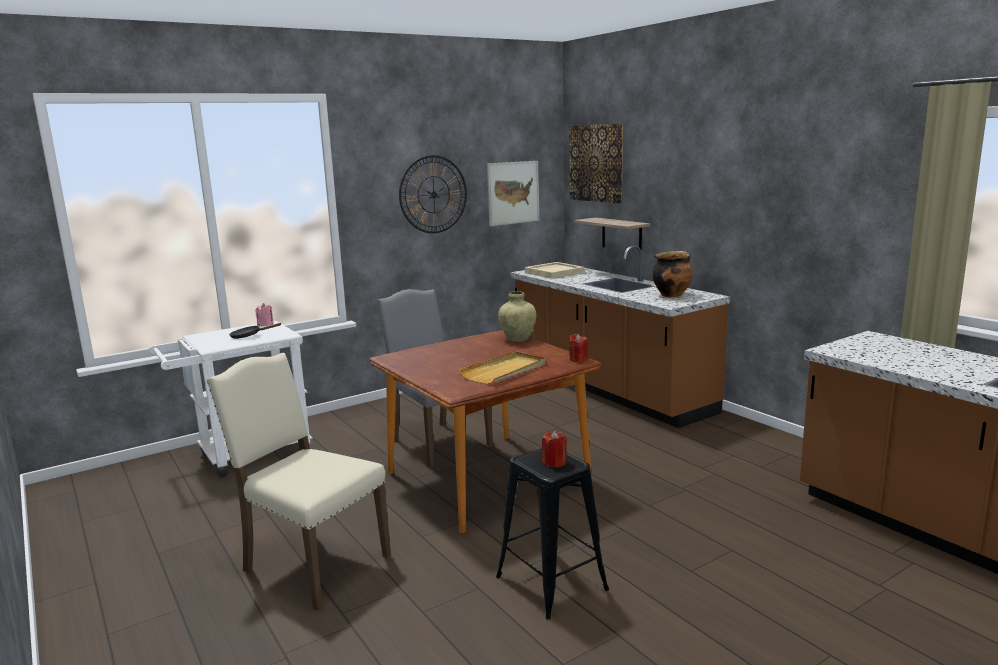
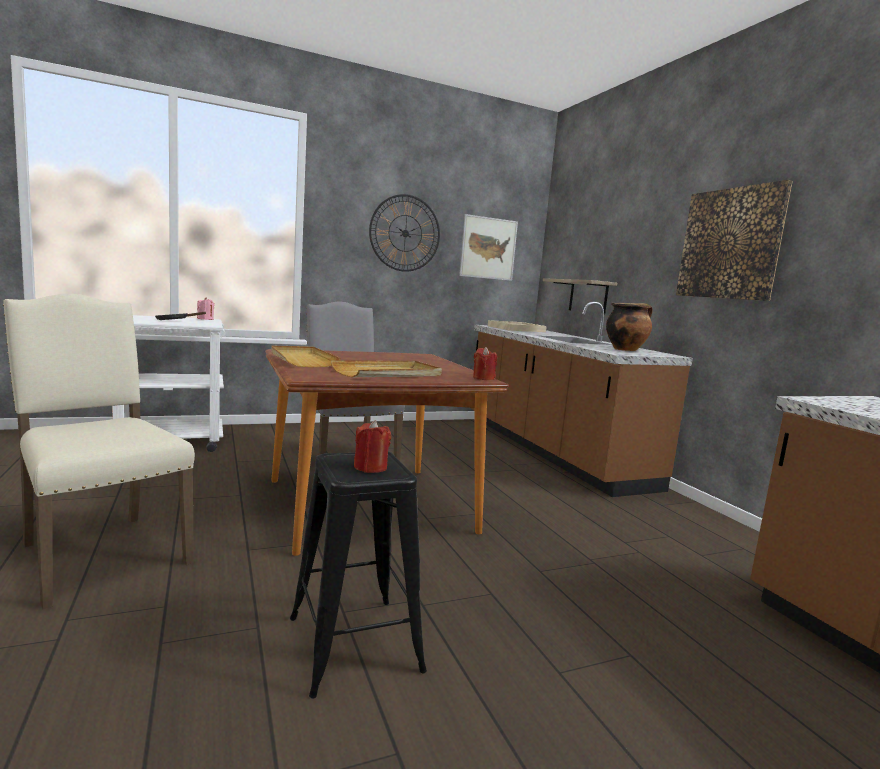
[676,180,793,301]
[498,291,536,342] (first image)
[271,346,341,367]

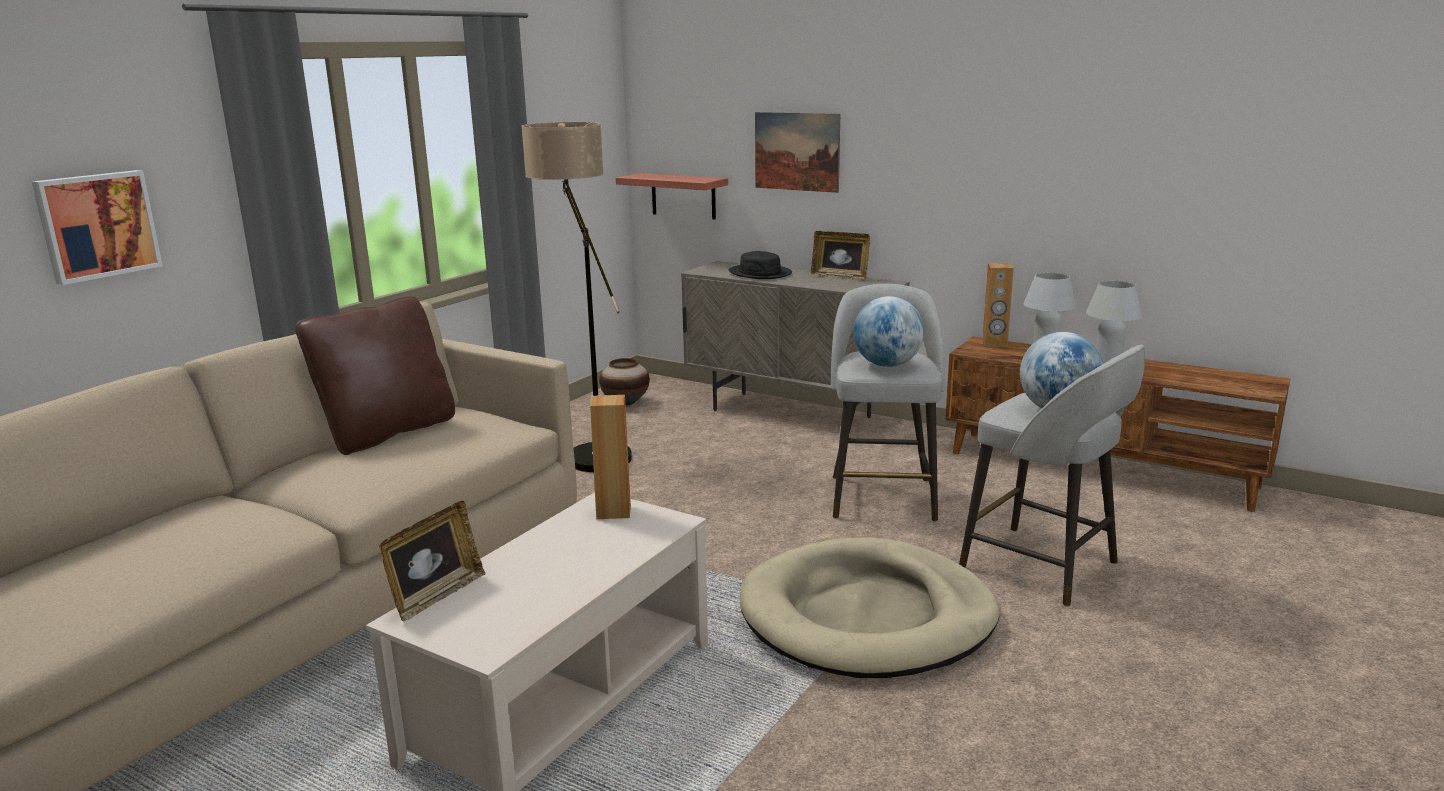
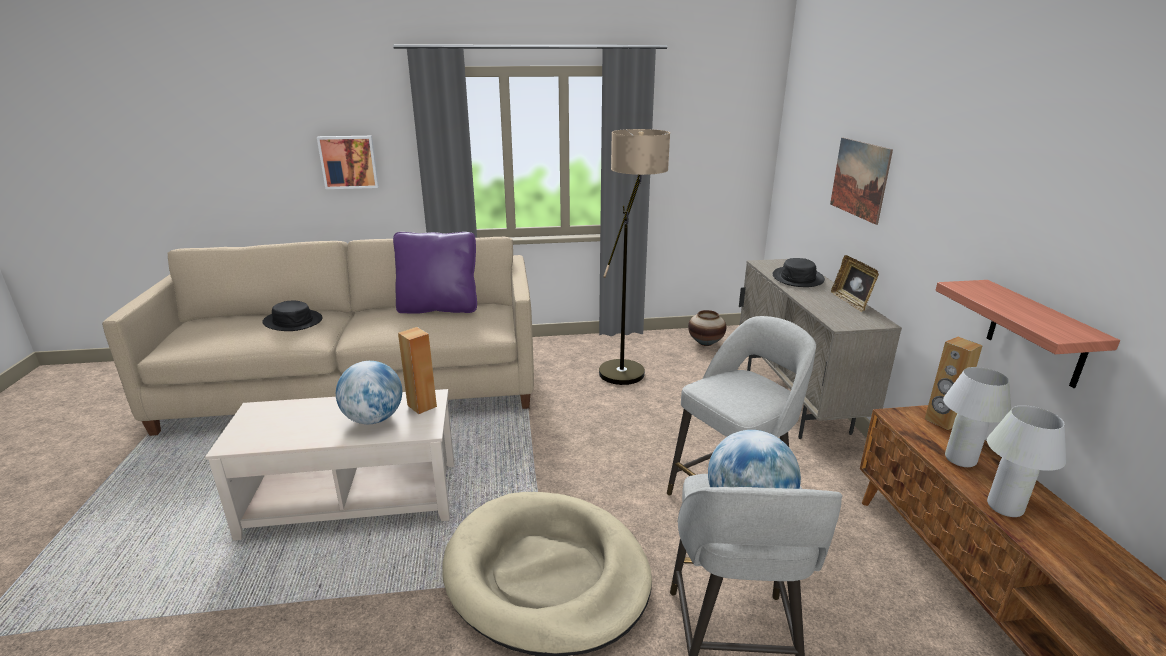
[935,280,1120,388]
[393,232,477,314]
[336,361,402,424]
[379,501,486,621] (first image)
[262,301,323,331]

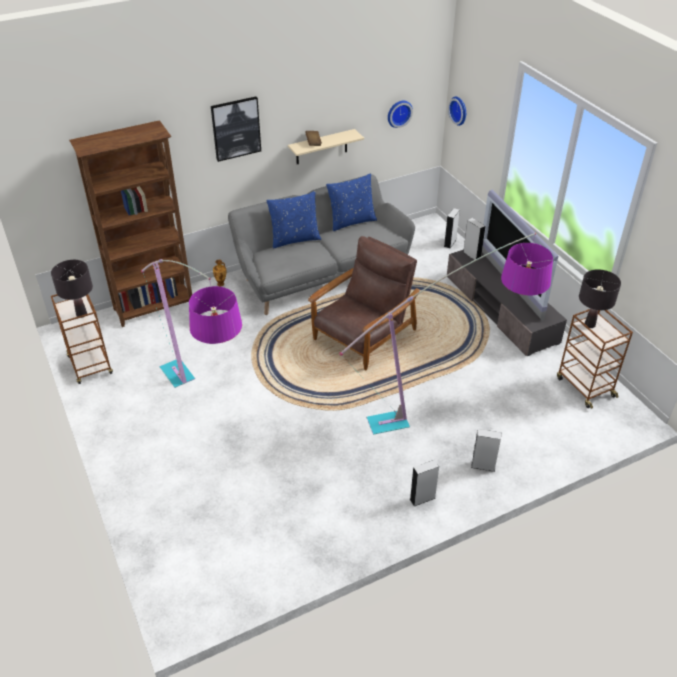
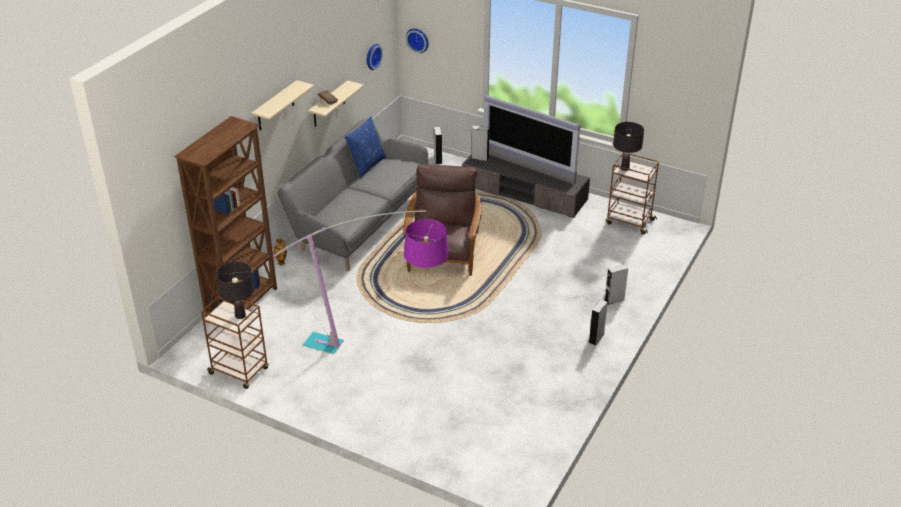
[251,80,314,130]
[266,191,321,249] (first image)
[339,233,553,435] (first image)

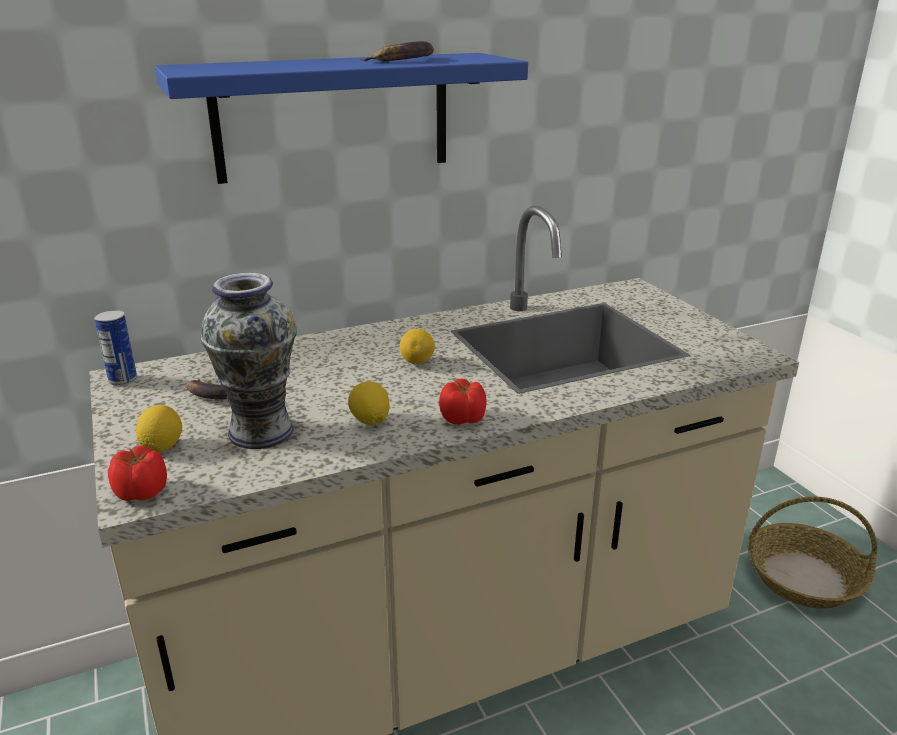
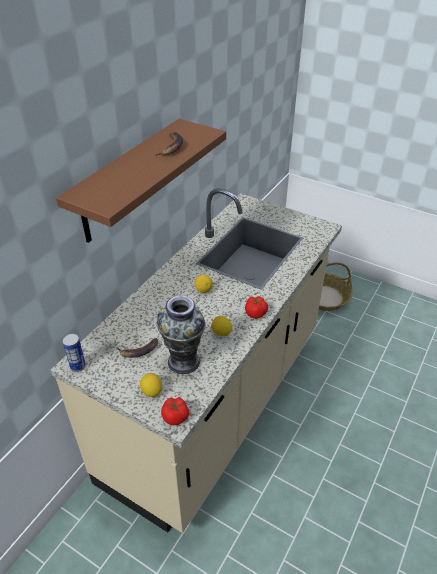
[56,119,226,243]

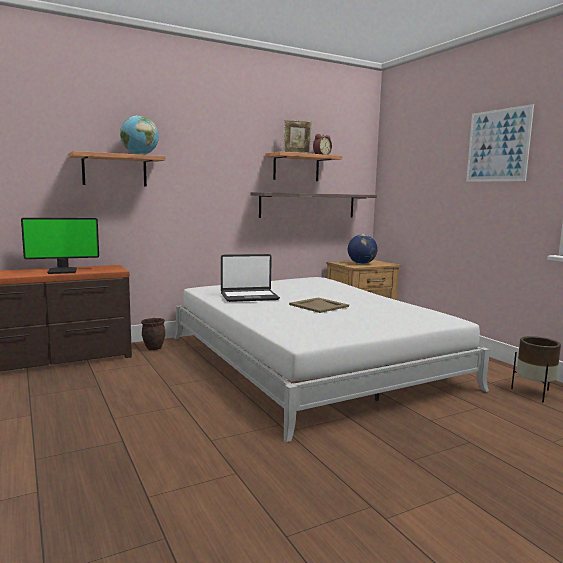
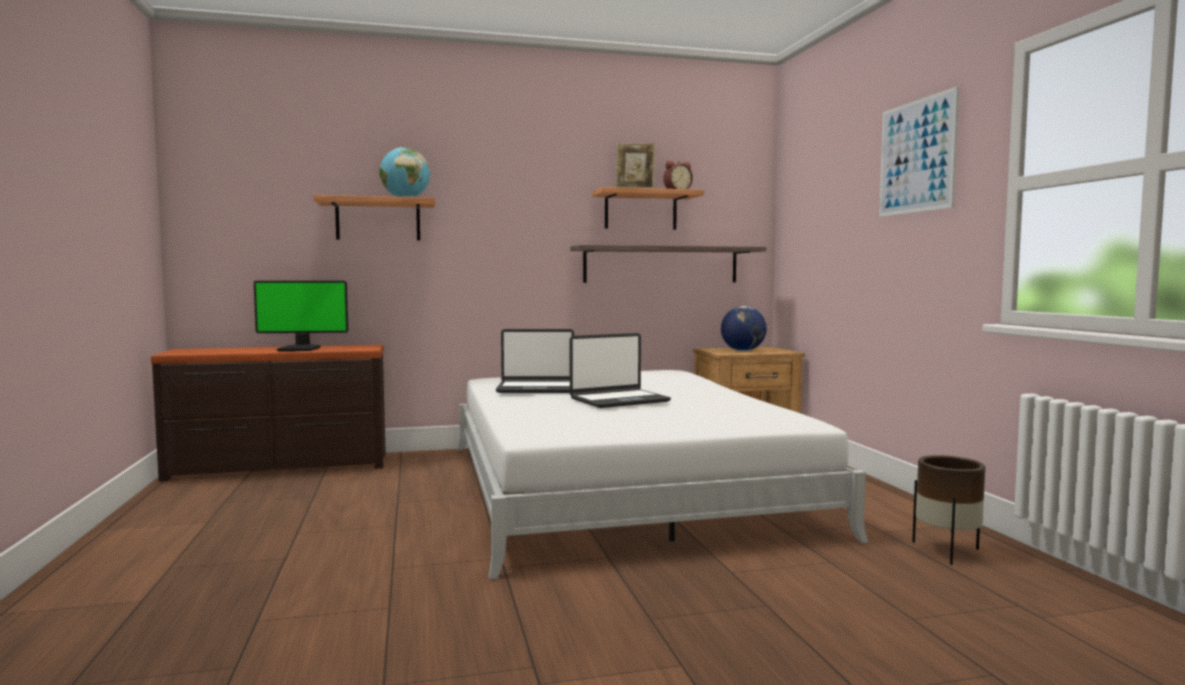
[570,333,671,408]
[141,318,165,350] (first image)

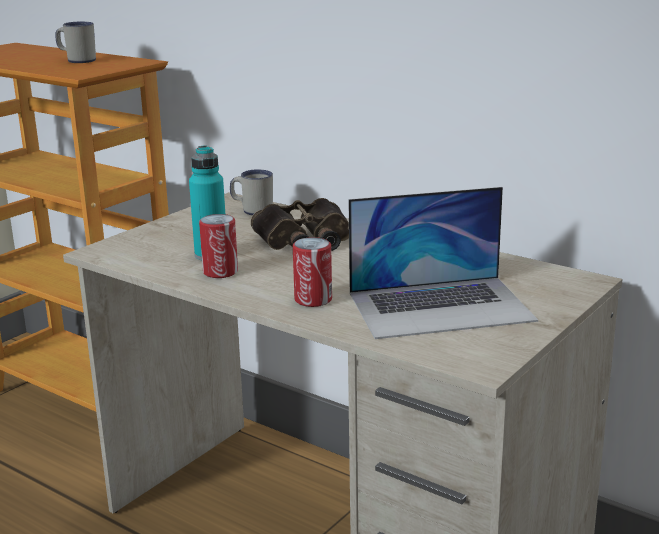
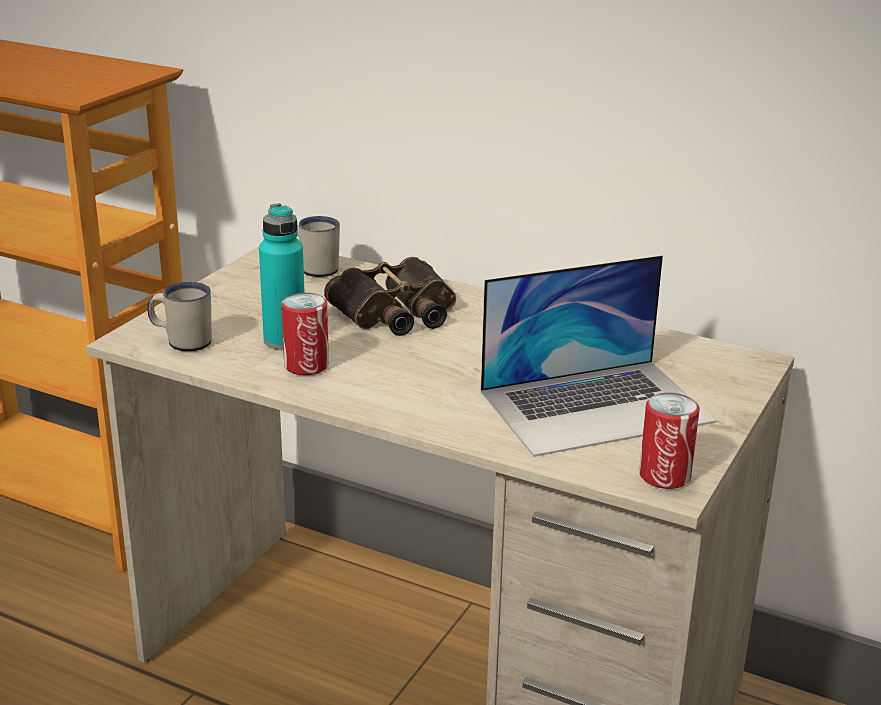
[147,282,212,351]
[639,393,700,489]

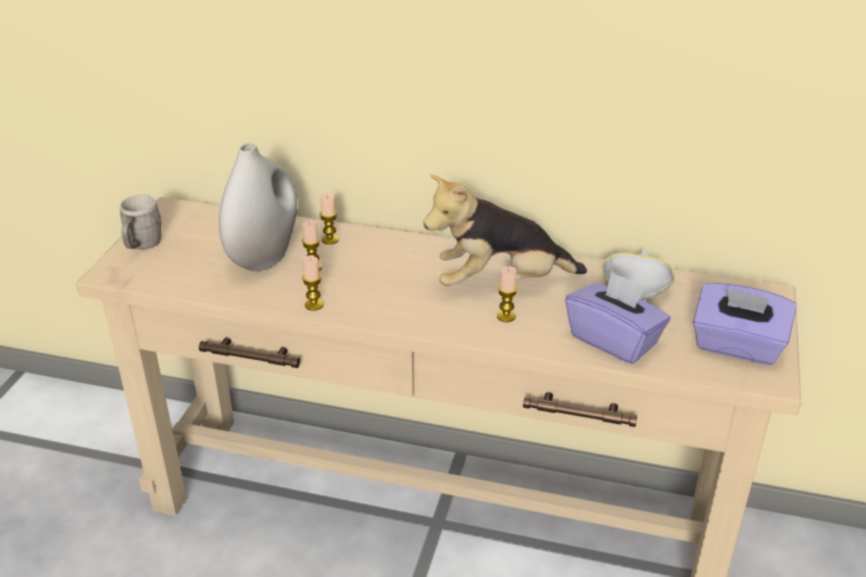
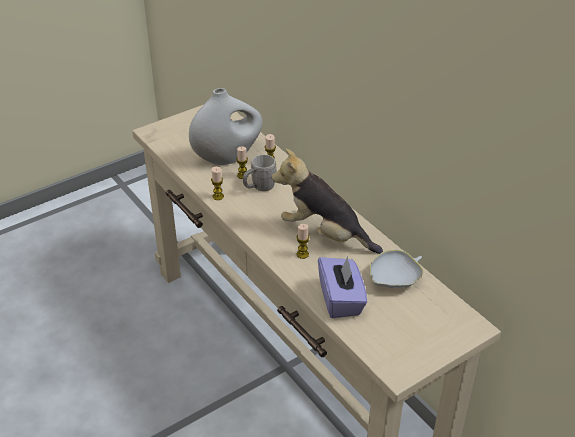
[243,154,277,191]
[693,283,797,365] (first image)

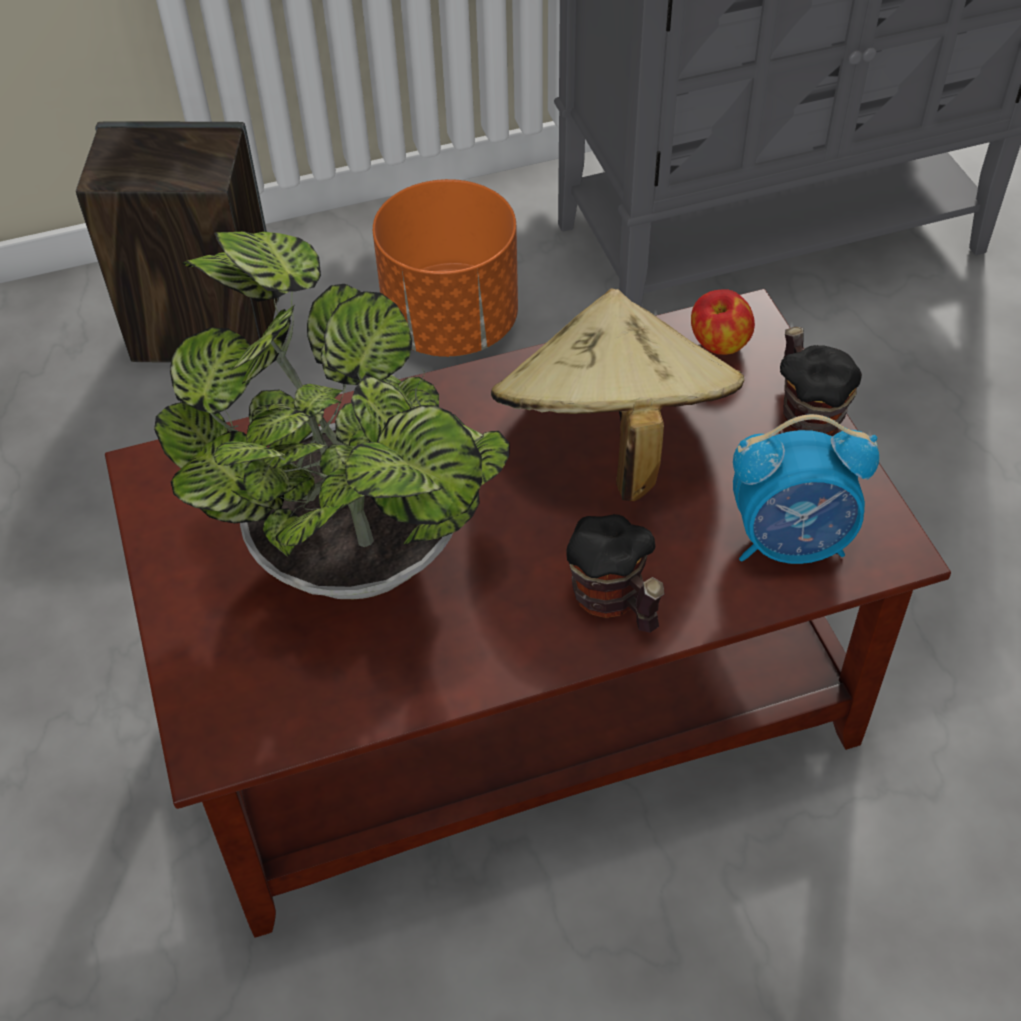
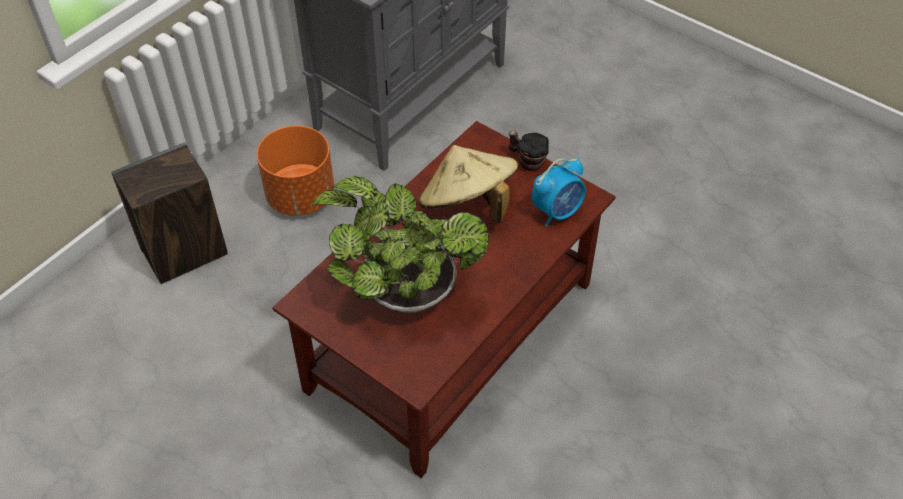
[691,289,755,355] (first image)
[566,514,665,633] (first image)

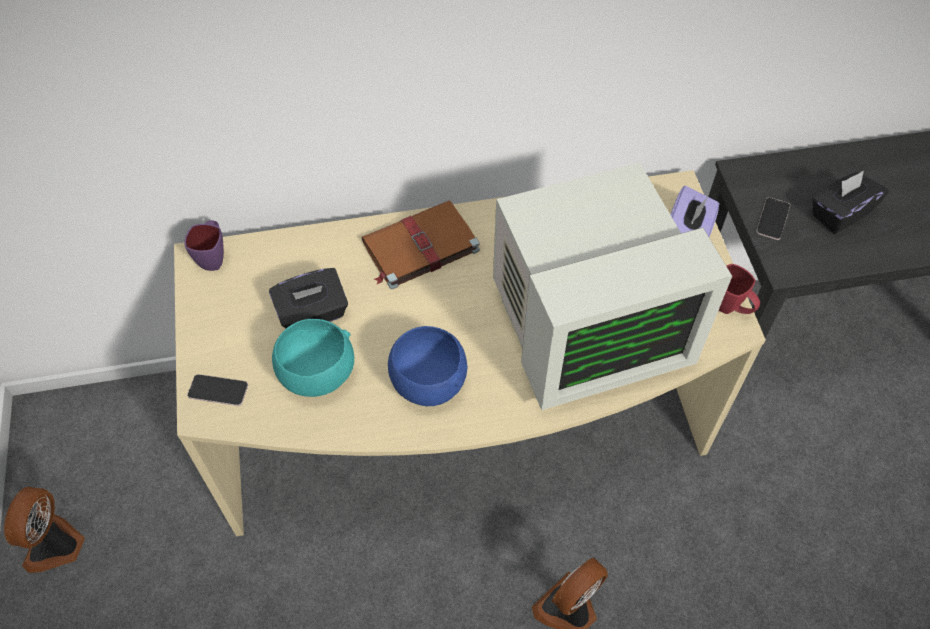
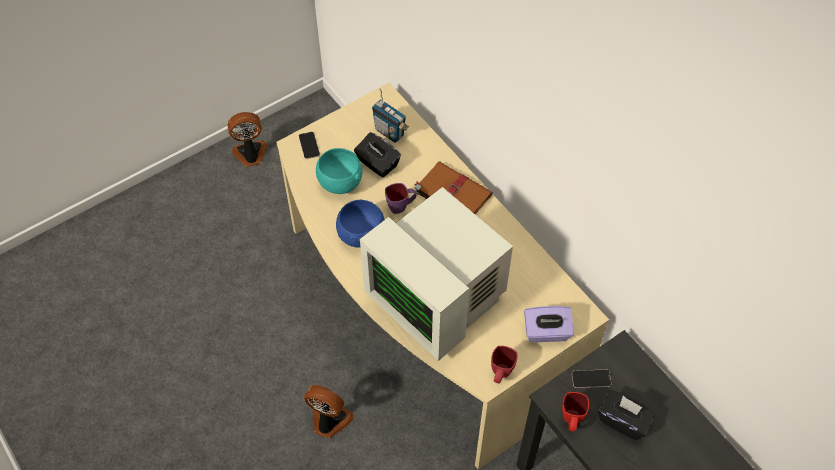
[385,183,417,214]
[372,88,409,143]
[562,392,589,431]

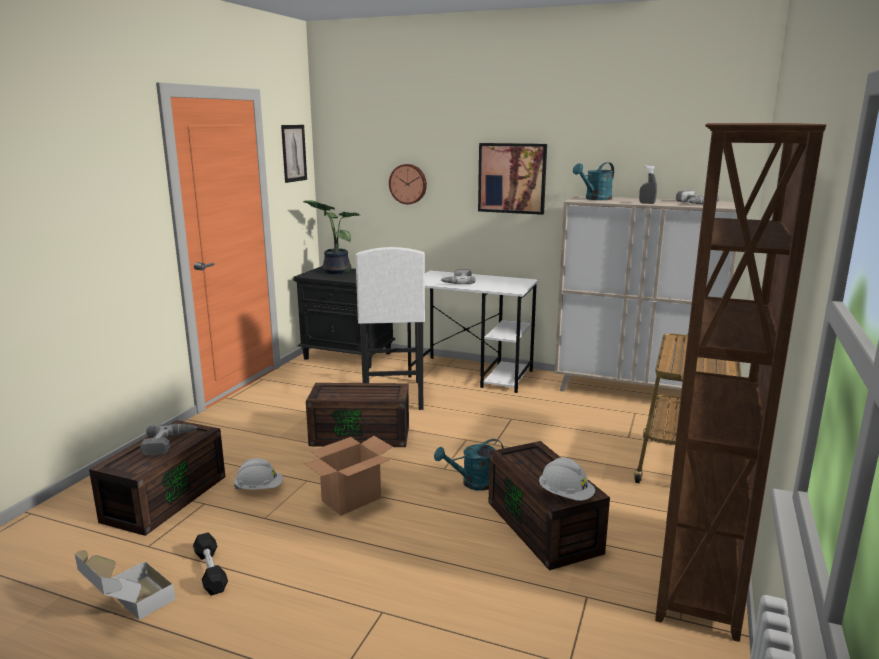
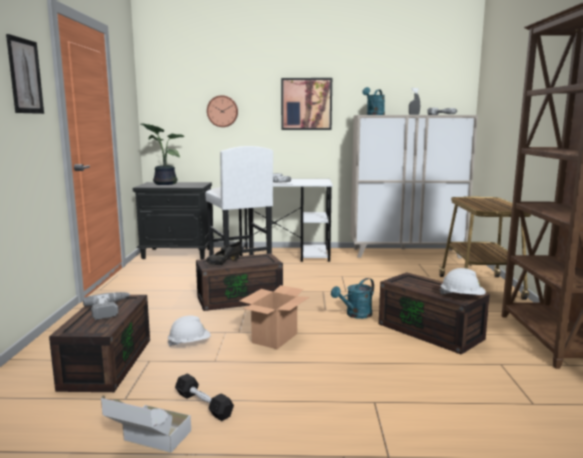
[6,34,44,114]
[206,241,243,265]

